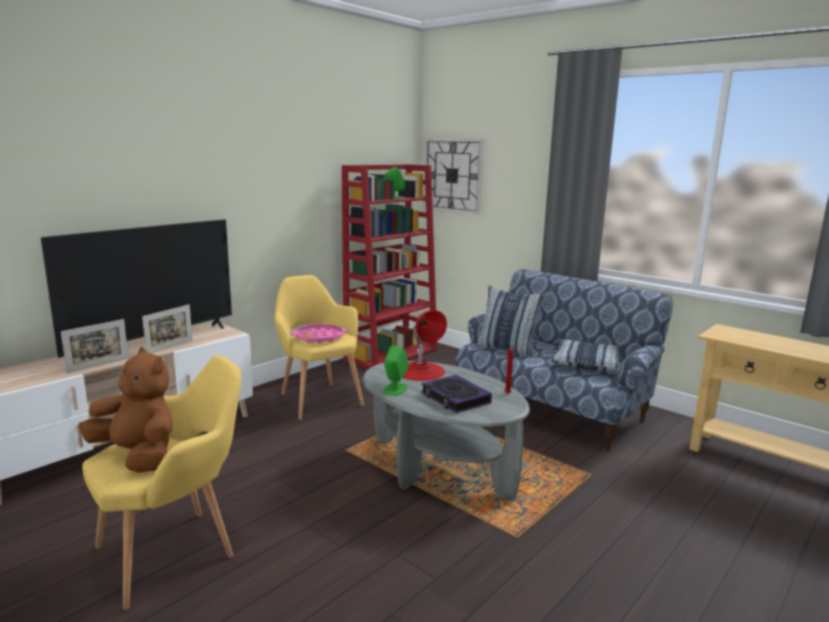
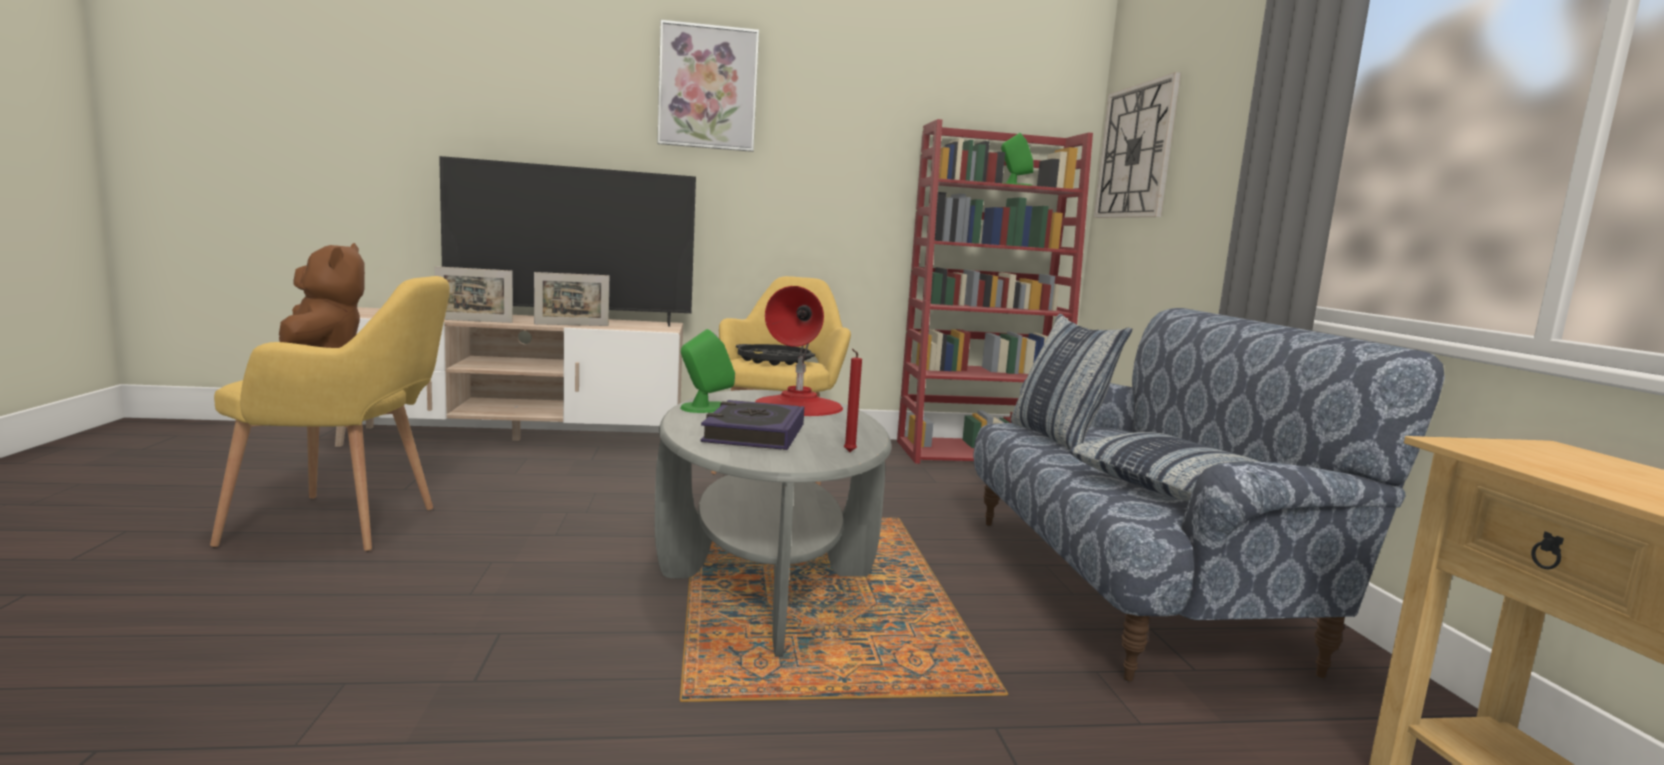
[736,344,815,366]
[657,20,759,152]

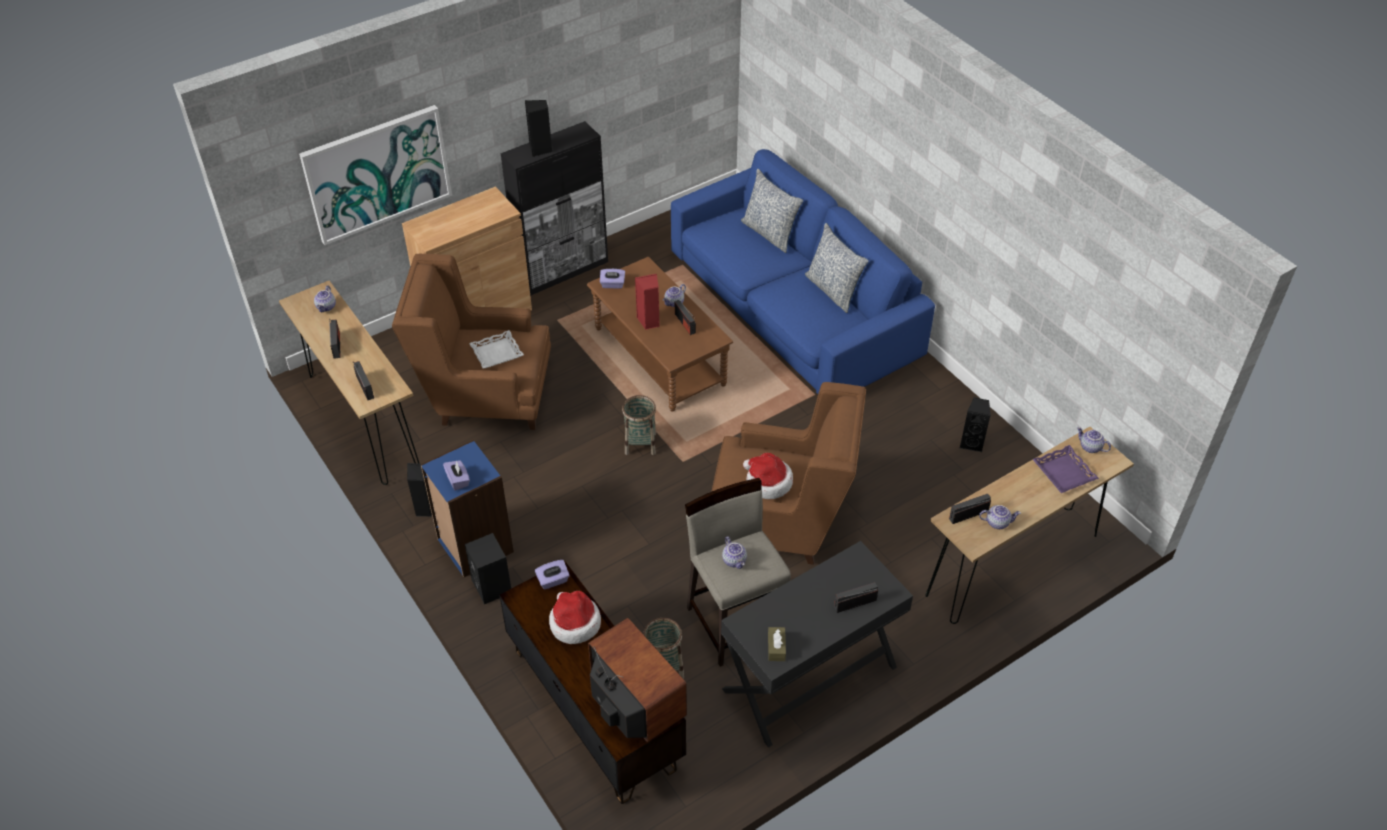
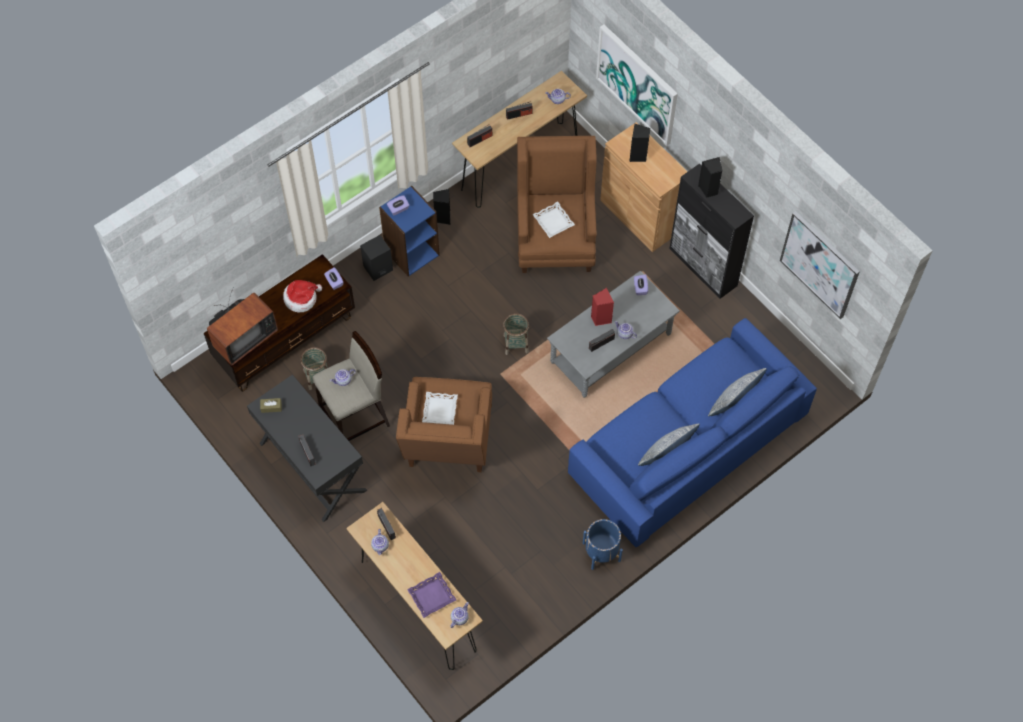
[547,271,680,398]
[629,124,650,162]
[422,392,458,425]
[780,211,860,319]
[583,519,623,570]

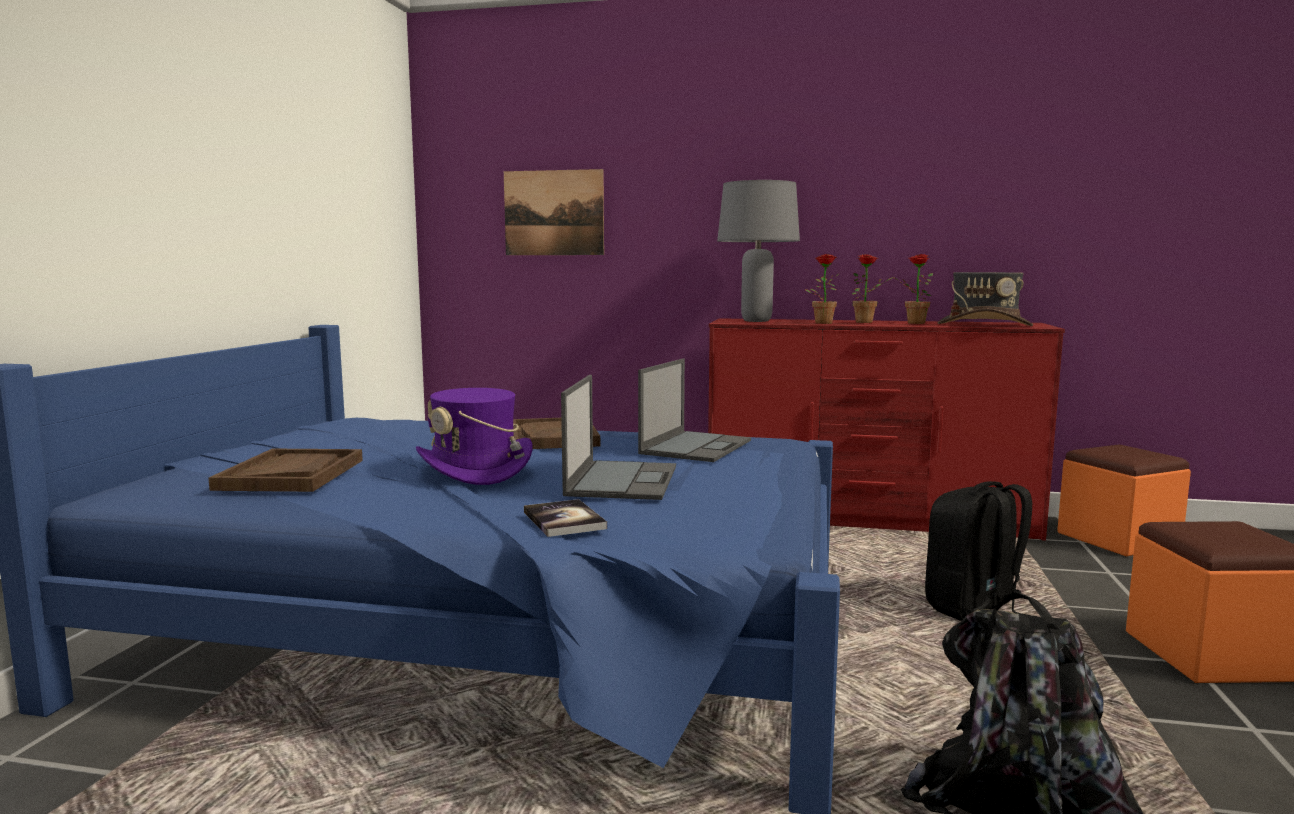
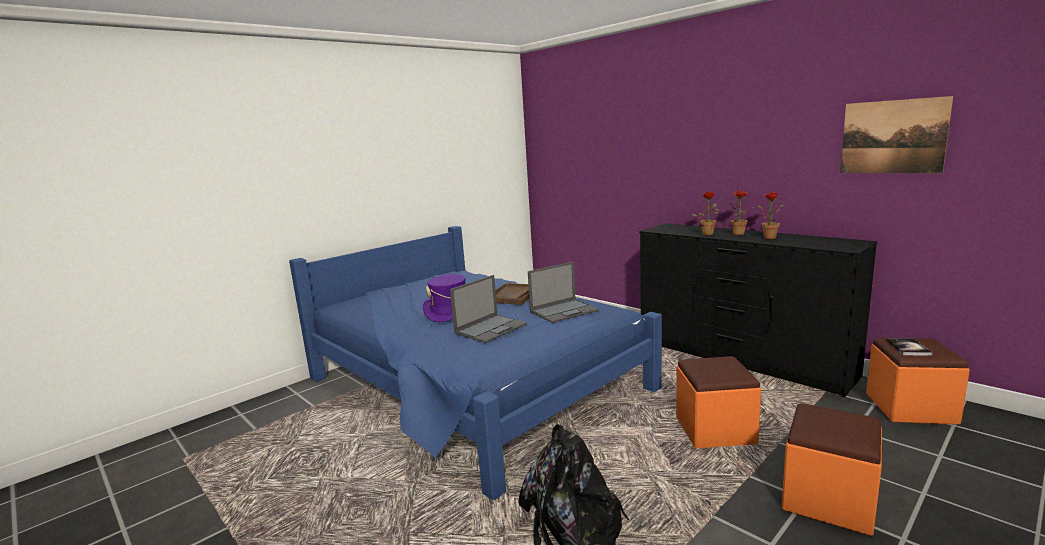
[840,96,953,173]
[717,180,800,322] (first image)
[938,272,1033,326] (first image)
[639,223,877,397]
[208,449,363,492] (first image)
[676,356,761,448]
[886,338,933,356]

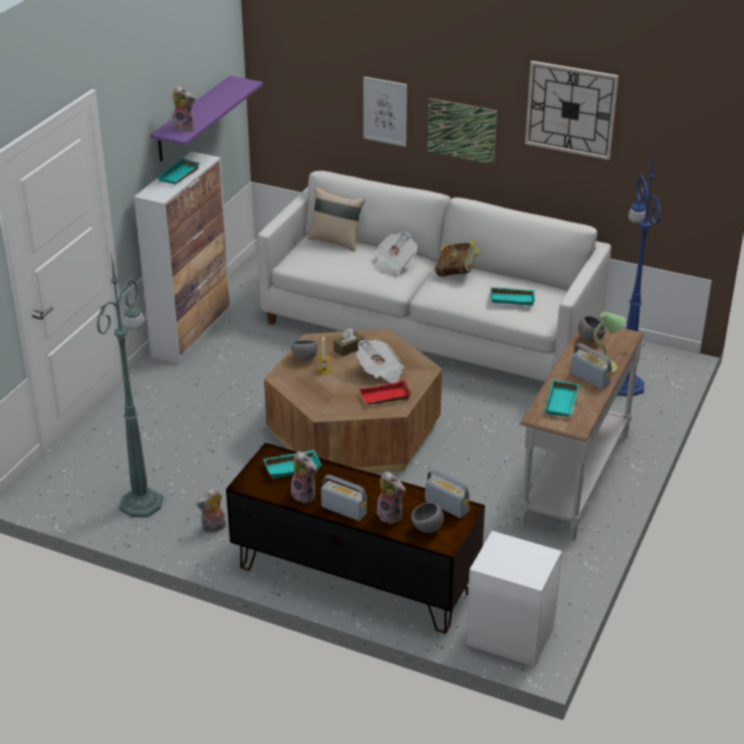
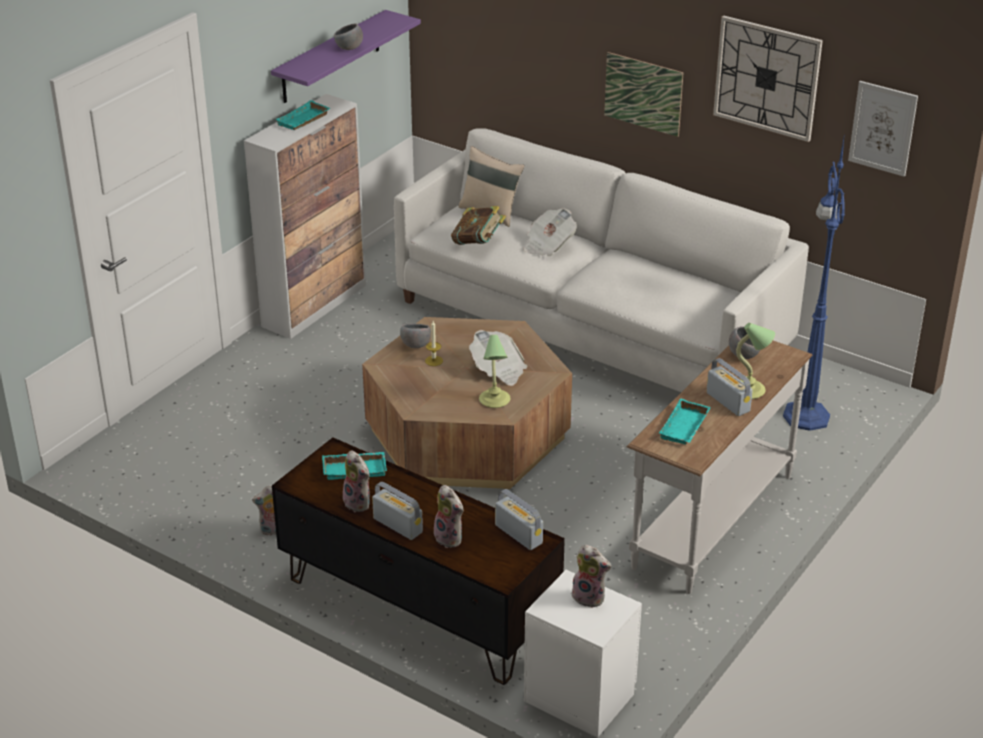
[848,81,918,177]
[572,545,611,608]
[451,206,506,245]
[96,254,163,517] (first image)
[490,287,535,305] (first image)
[334,328,364,357] (first image)
[479,335,510,408]
[334,23,363,50]

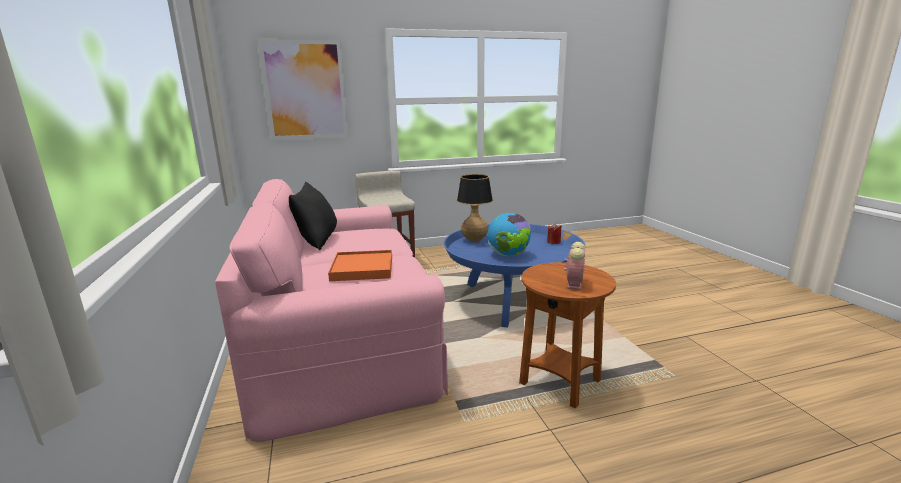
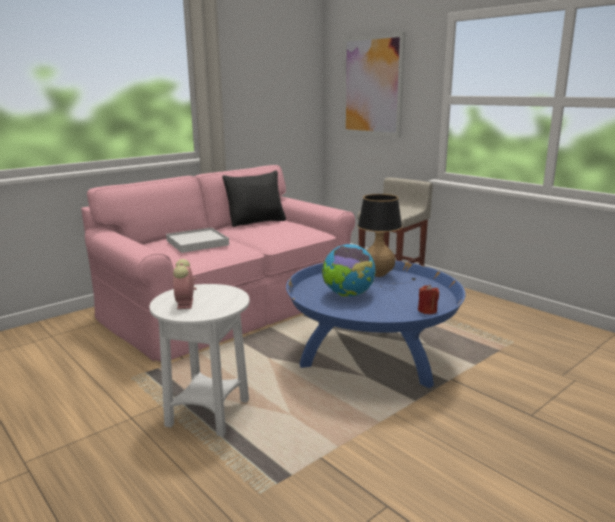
[173,259,196,309]
[166,228,229,253]
[149,284,250,437]

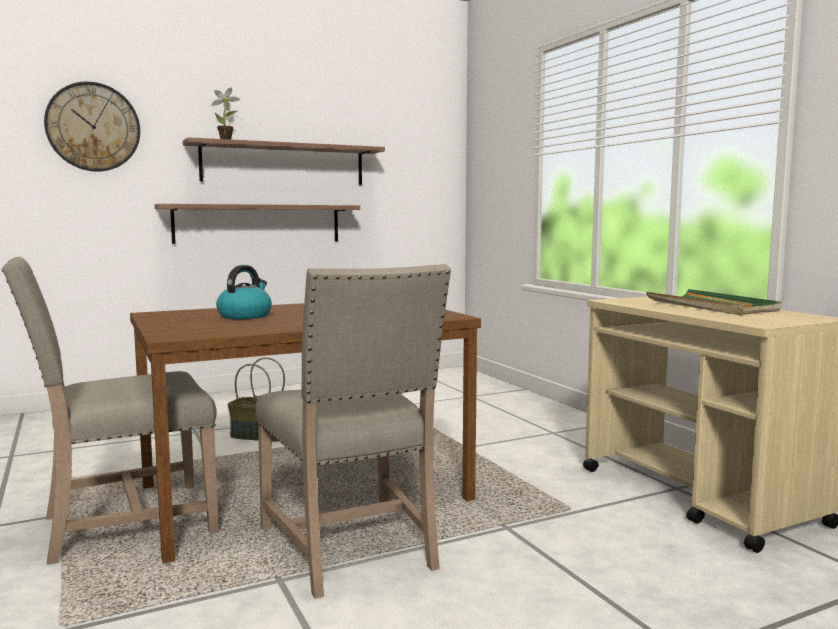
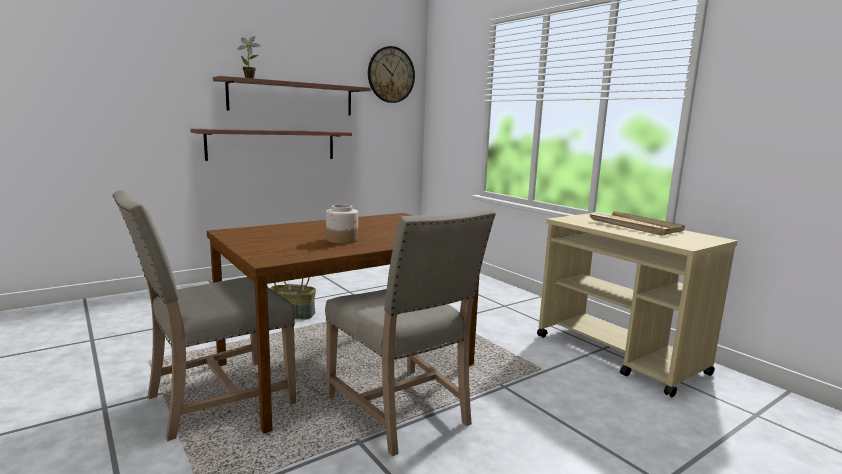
[368,46,415,103]
[216,265,272,319] (first image)
[590,211,685,236]
[326,204,358,244]

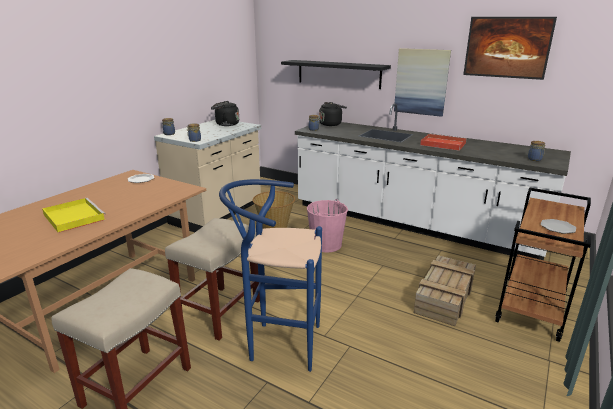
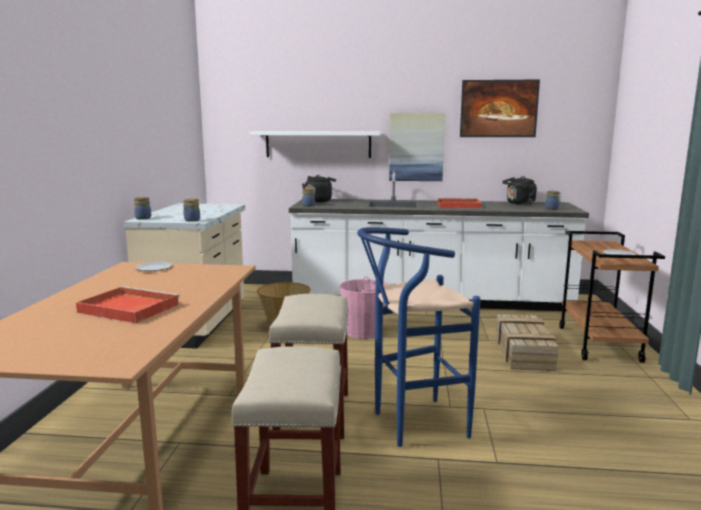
[250,131,381,158]
[502,176,537,205]
[76,286,180,323]

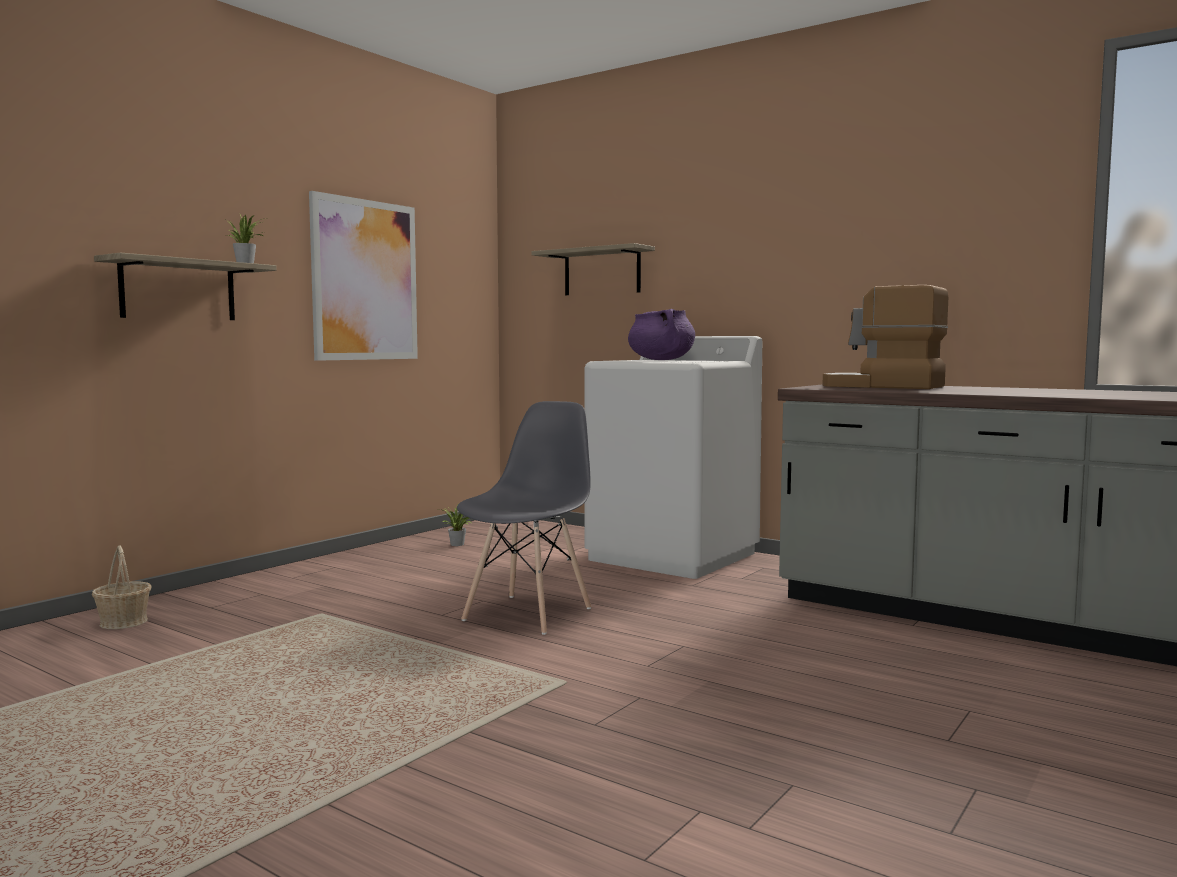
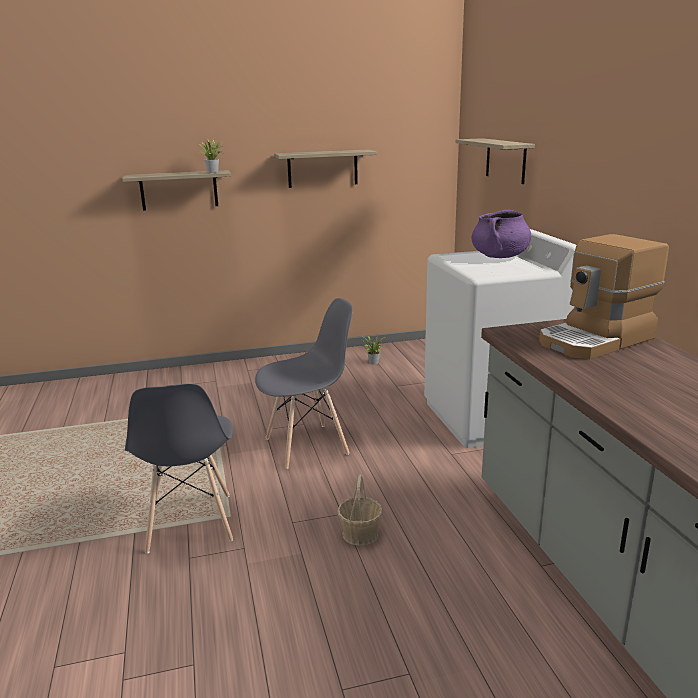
[274,150,377,188]
[539,234,669,359]
[337,474,383,546]
[125,383,233,554]

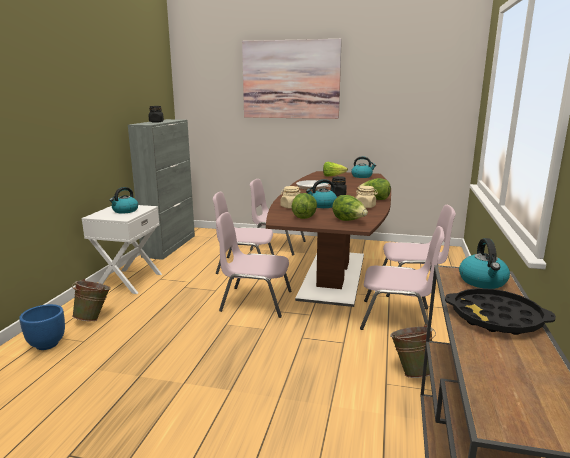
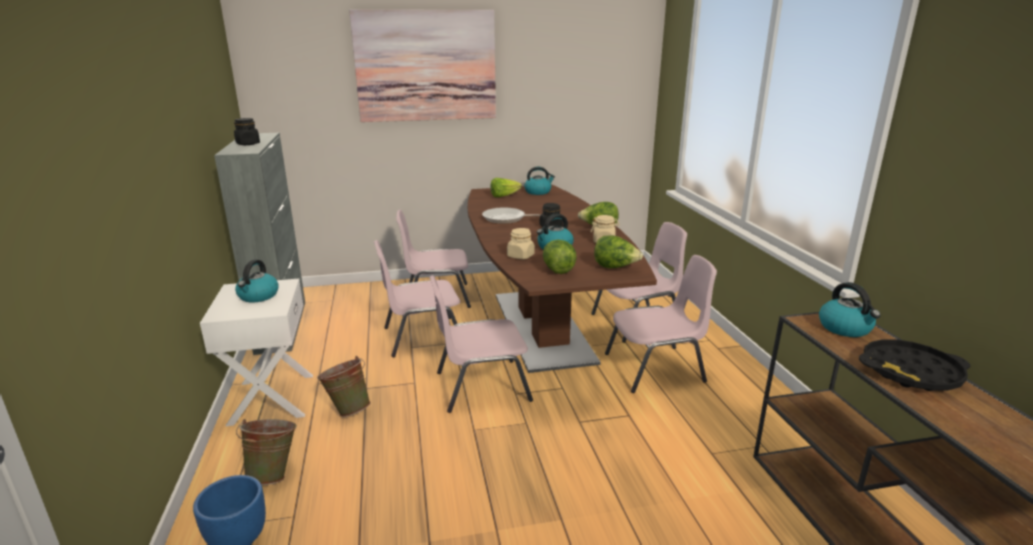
[317,356,371,417]

